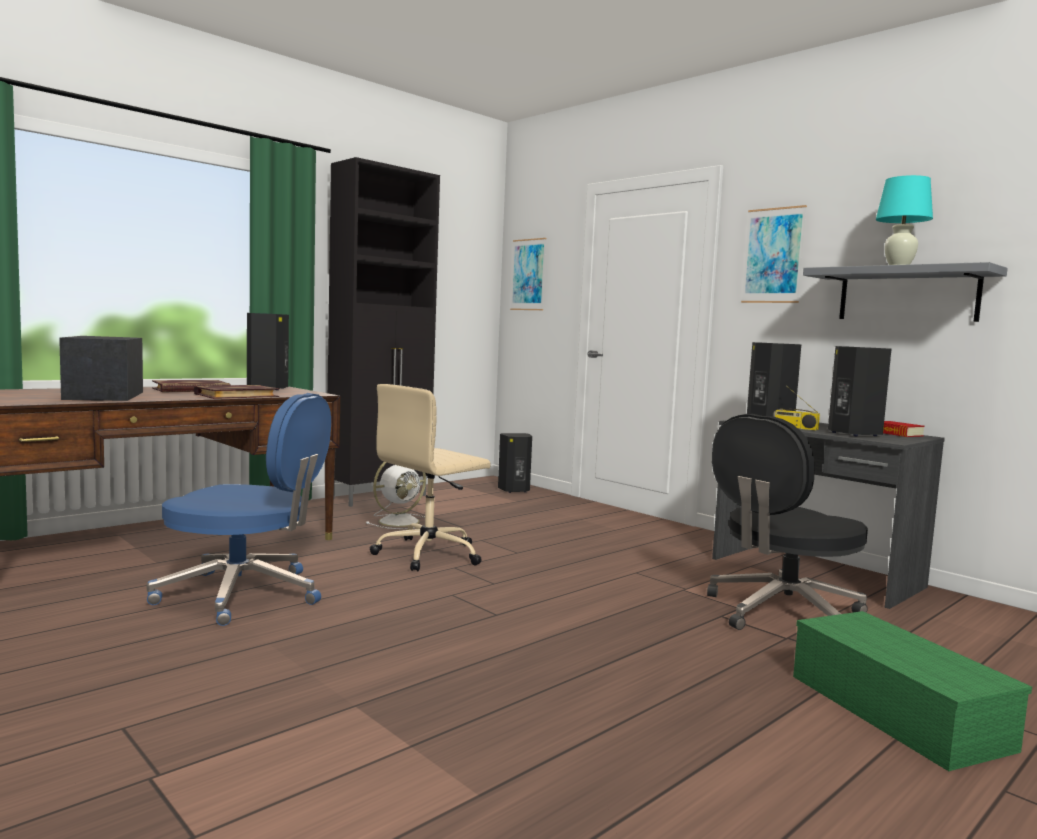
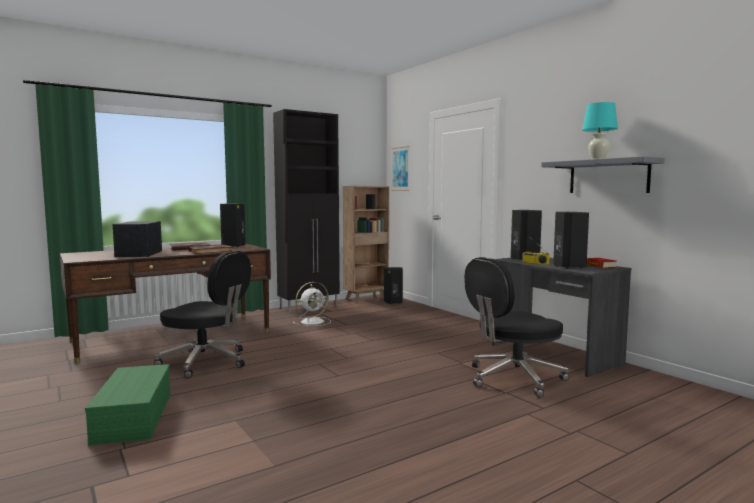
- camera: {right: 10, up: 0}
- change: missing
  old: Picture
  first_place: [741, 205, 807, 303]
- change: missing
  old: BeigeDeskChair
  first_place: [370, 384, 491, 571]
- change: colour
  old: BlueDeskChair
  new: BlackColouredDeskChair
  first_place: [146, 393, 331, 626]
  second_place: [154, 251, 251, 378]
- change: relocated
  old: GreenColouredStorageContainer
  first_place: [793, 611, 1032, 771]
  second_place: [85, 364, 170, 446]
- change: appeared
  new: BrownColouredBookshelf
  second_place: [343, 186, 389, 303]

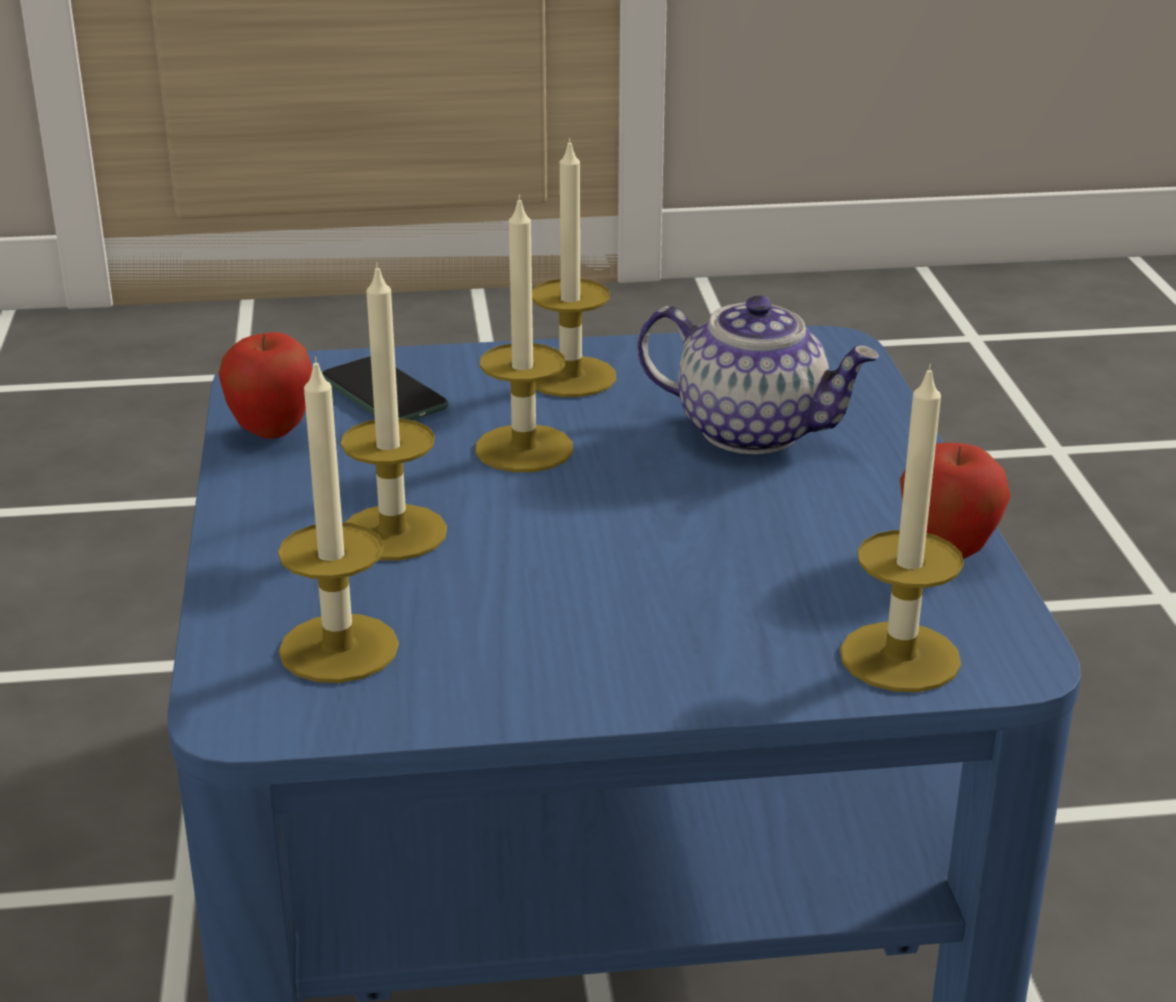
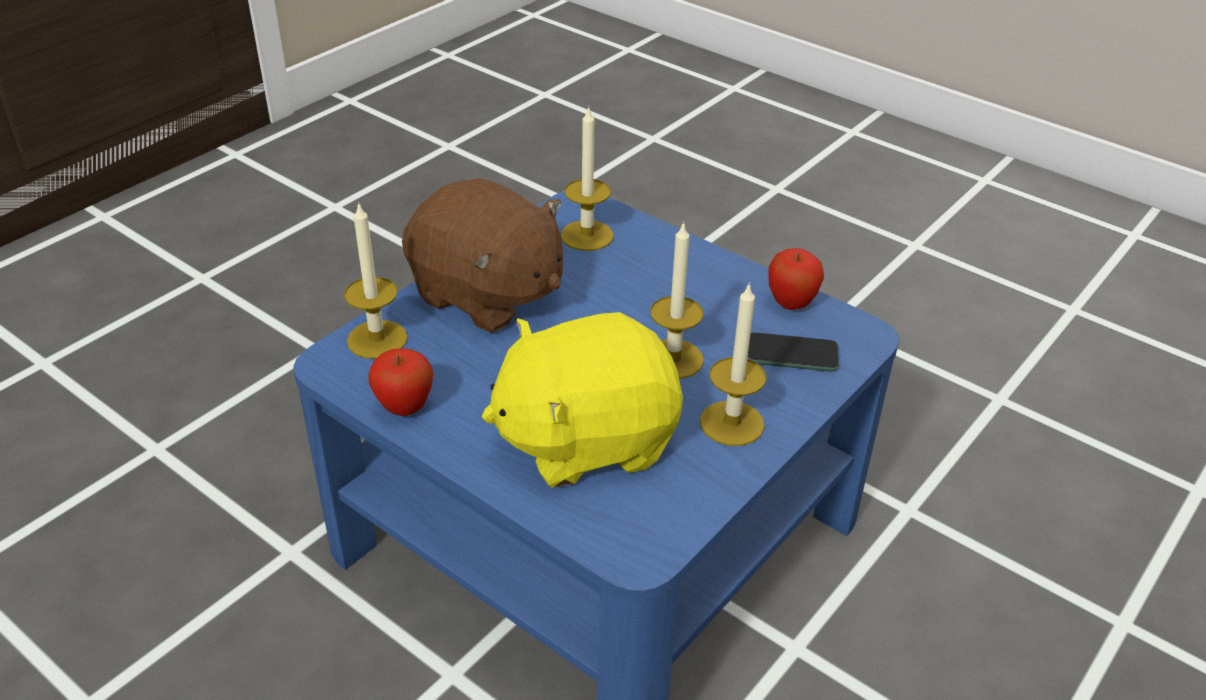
- camera: {right: 135, up: 10}
- change: missing
  old: WaxCandle
  first_place: [341, 262, 447, 561]
- change: exchanged
  old: TeaPot
  new: YellowColouredSoftToy
  first_place: [637, 295, 880, 454]
  second_place: [482, 312, 683, 488]
- change: appeared
  new: BrownColouredSoftToy
  second_place: [402, 178, 563, 333]

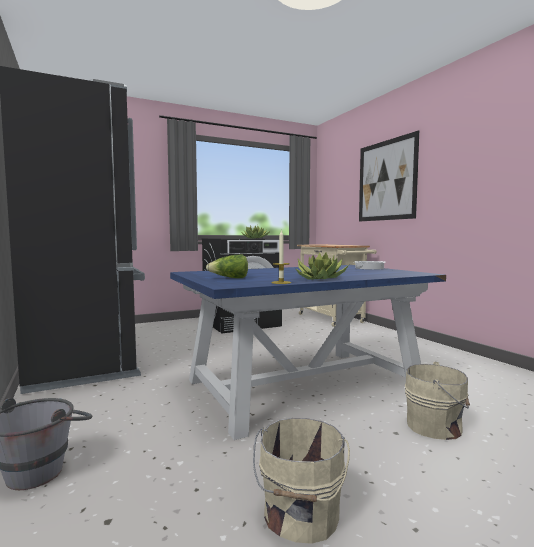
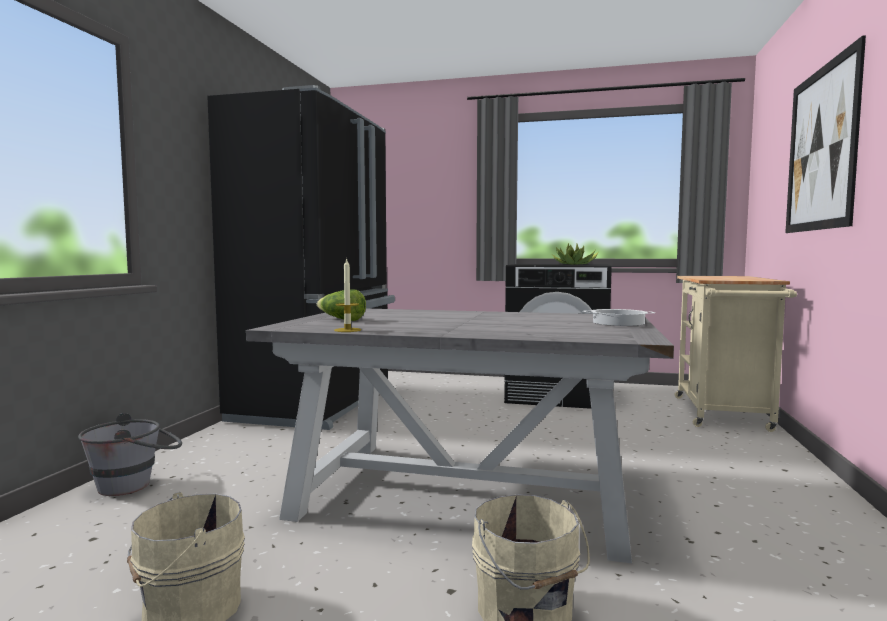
- camera: {right: 40, up: 0}
- change: missing
  old: PlantInAPot
  first_place: [295, 253, 349, 280]
- change: colour
  old: BlueDiningTable
  new: GreyishDiningTable
  first_place: [170, 265, 446, 440]
  second_place: [246, 308, 674, 563]

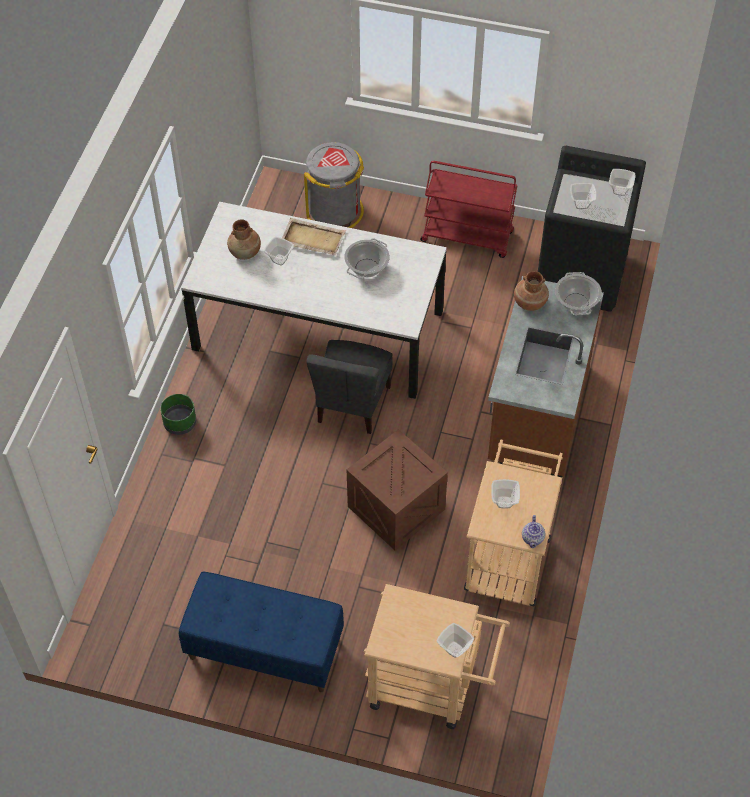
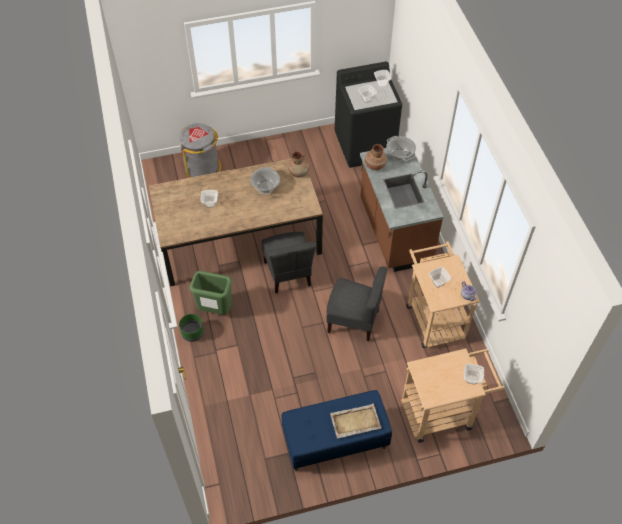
- camera: {right: -30, up: 0}
- change: missing
  old: RedColouredWheeledCart
  first_place: [420, 161, 518, 258]
- change: colour
  old: WhitishDiningTable
  new: BrownColouredDiningTable
  first_place: [181, 202, 447, 399]
  second_place: [149, 158, 323, 287]
- change: relocated
  old: BeigeServingTray
  first_place: [282, 218, 346, 255]
  second_place: [330, 404, 381, 439]
- change: relocated
  old: BrownColouredDecorativeVase
  first_place: [227, 219, 261, 260]
  second_place: [288, 151, 310, 178]
- change: exchanged
  old: PackingCrate
  new: GreyishChair
  first_place: [347, 429, 448, 550]
  second_place: [326, 266, 387, 341]
- change: appeared
  new: GreenColouredRubbishBin
  second_place: [189, 271, 232, 315]

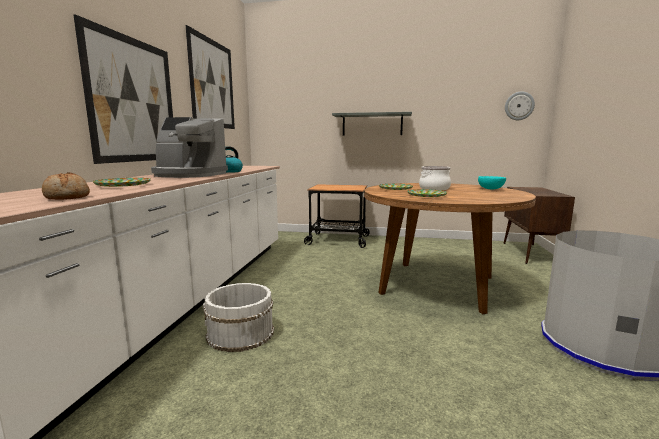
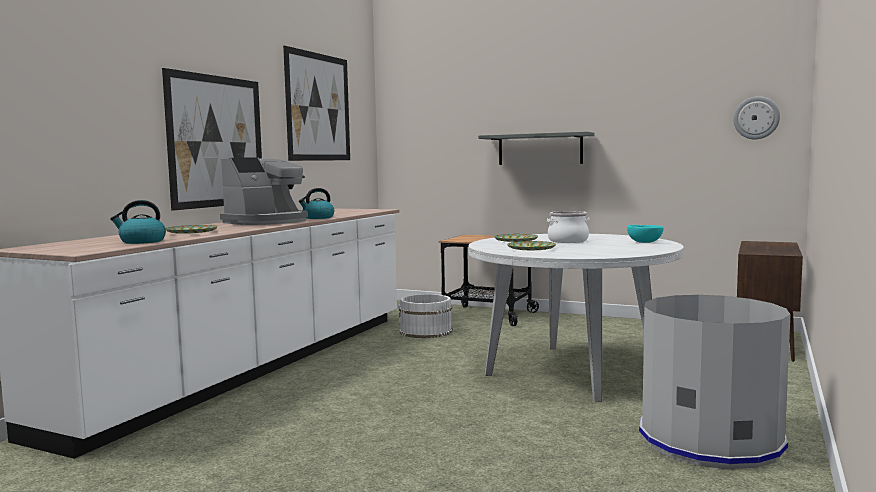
- camera: {right: 15, up: -5}
- change: spun
  old: CoffeeBrewer
  first_place: [151, 117, 228, 178]
  second_place: [220, 157, 308, 225]
  degrees: -75
- change: exchanged
  old: BakedBread
  new: WaterKettle
  first_place: [42, 172, 90, 200]
  second_place: [110, 200, 166, 244]
- change: colour
  old: BrownColouredDiningTable
  new: WhitishDiningTable
  first_place: [364, 183, 536, 314]
  second_place: [469, 234, 684, 402]
- change: relocated
  old: WhitishPail
  first_place: [203, 283, 274, 352]
  second_place: [398, 294, 453, 338]

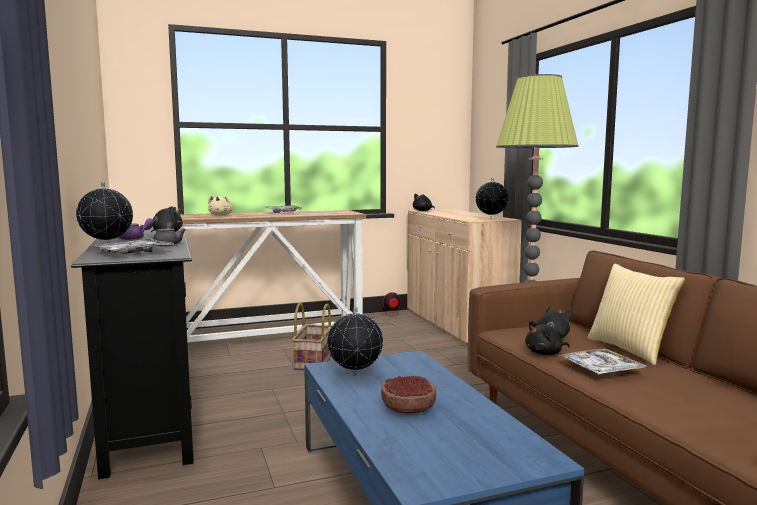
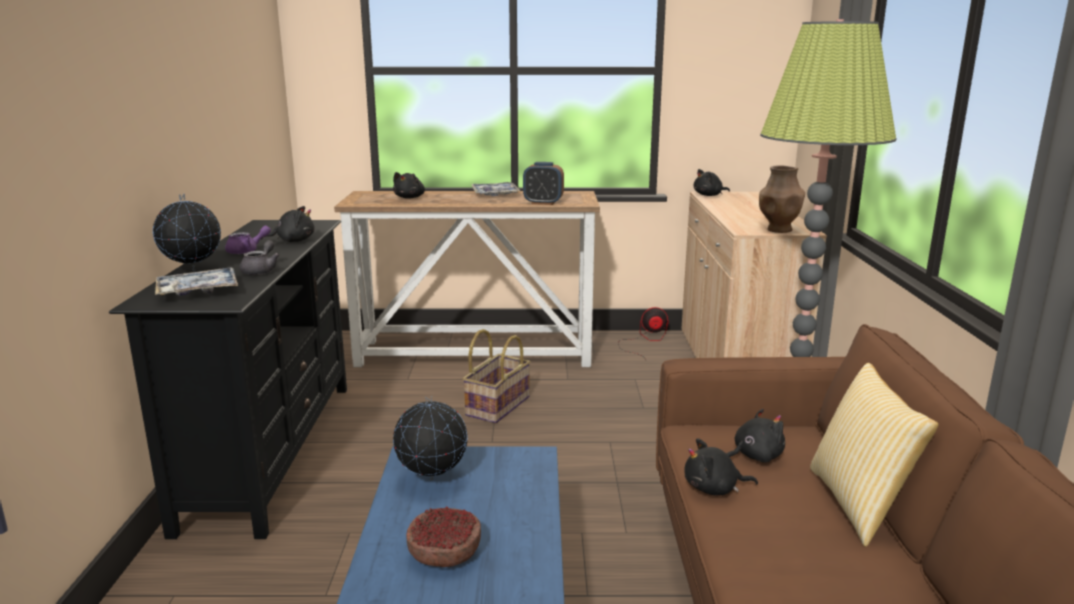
- camera: {right: 20, up: 10}
- change: exchanged
  old: WorldGlobe
  new: BrownColouredDecorativeVase
  first_place: [475, 178, 509, 219]
  second_place: [759, 165, 805, 233]
- change: colour
  old: BeigeSoftToy
  new: BlackColouredSoftToy
  first_place: [208, 195, 233, 216]
  second_place: [393, 172, 425, 199]
- change: missing
  old: ServingTray
  first_place: [559, 348, 646, 374]
- change: appeared
  new: BedsideClock
  second_place: [523, 162, 564, 205]

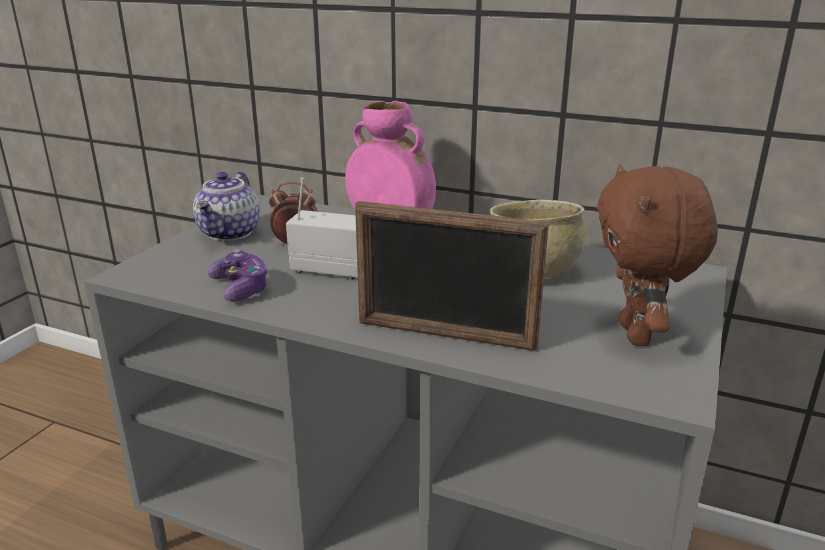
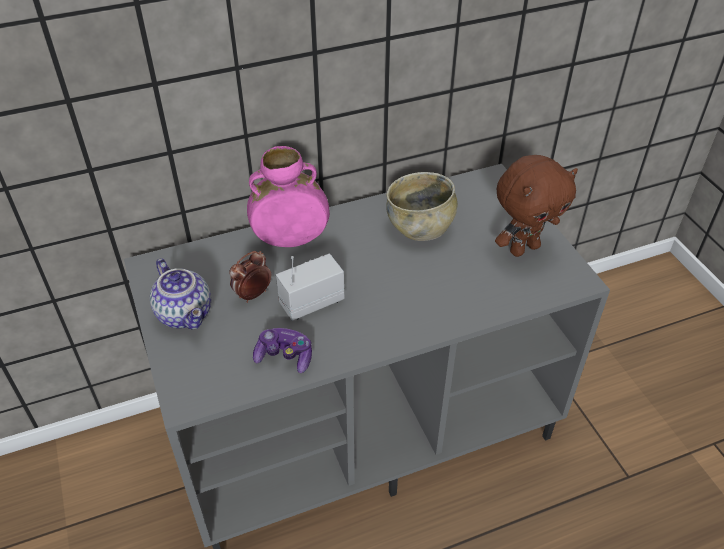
- camera: {right: -45, up: 20}
- change: spun
  old: BrownColouredSoftToy
  first_place: [597, 164, 718, 346]
  second_place: [495, 155, 578, 257]
  degrees: -75
- change: missing
  old: StandingFrame
  first_place: [355, 201, 549, 351]

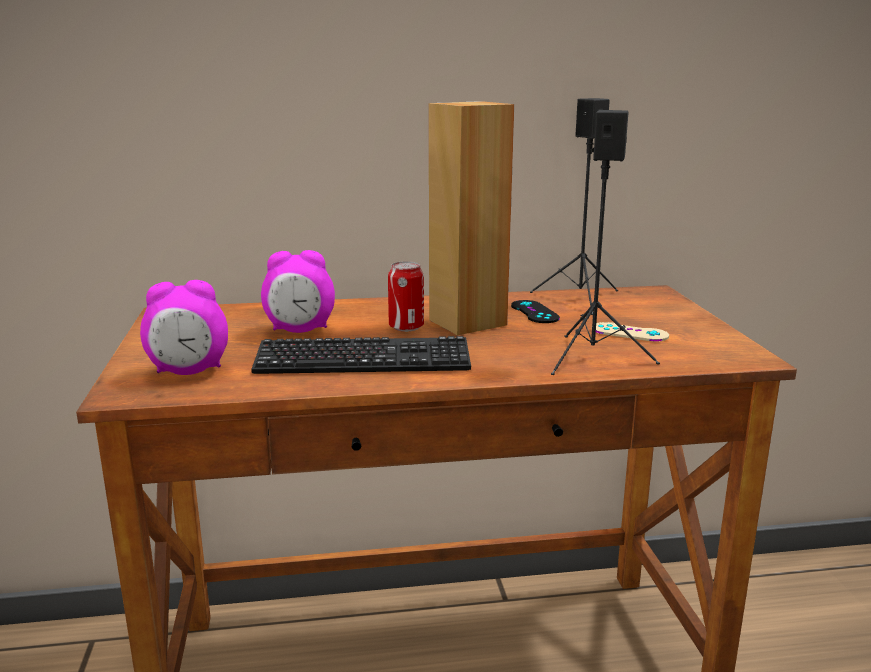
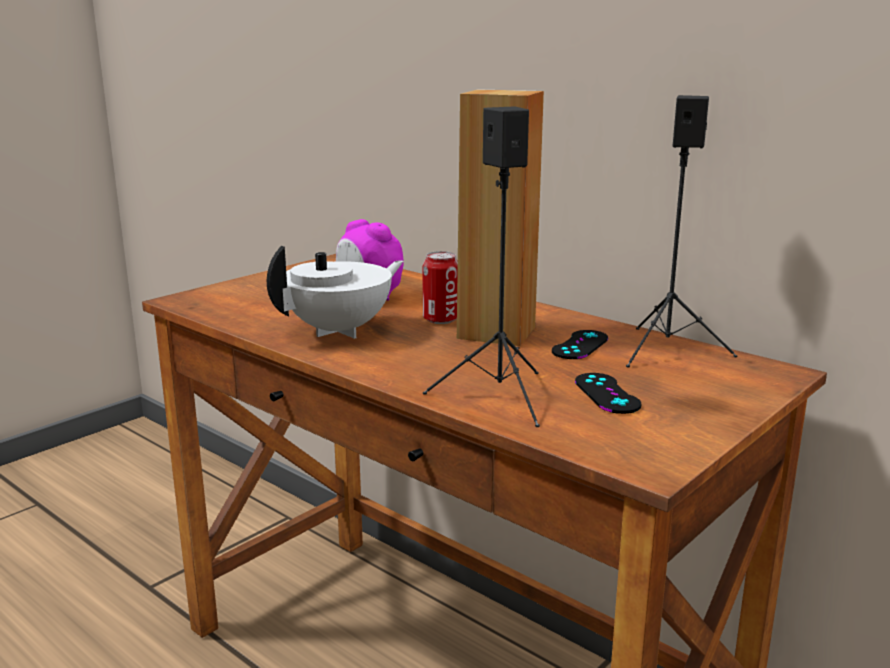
- camera: {right: 50, up: 0}
- change: missing
  old: BedsideClock
  first_place: [140, 280, 228, 375]
- change: colour
  old: BeigeGamepad
  new: BlackColouredGamepad
  first_place: [596, 322, 669, 342]
  second_place: [575, 373, 641, 414]
- change: exchanged
  old: ComputerKeyboard
  new: WhitishTeaPot
  first_place: [251, 336, 471, 374]
  second_place: [267, 246, 403, 339]

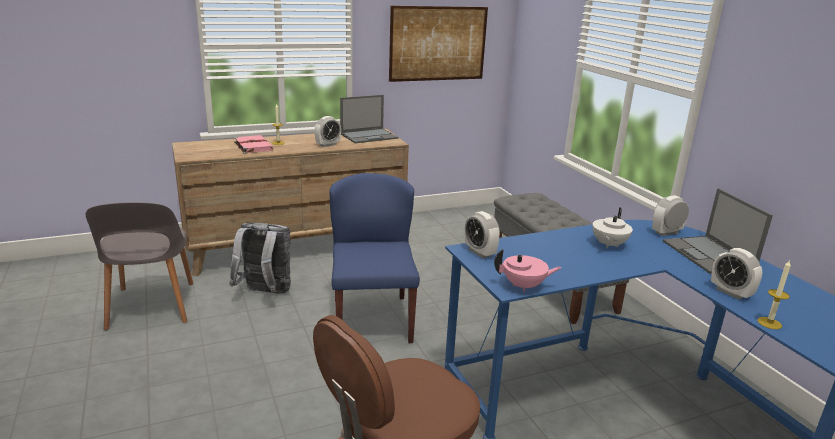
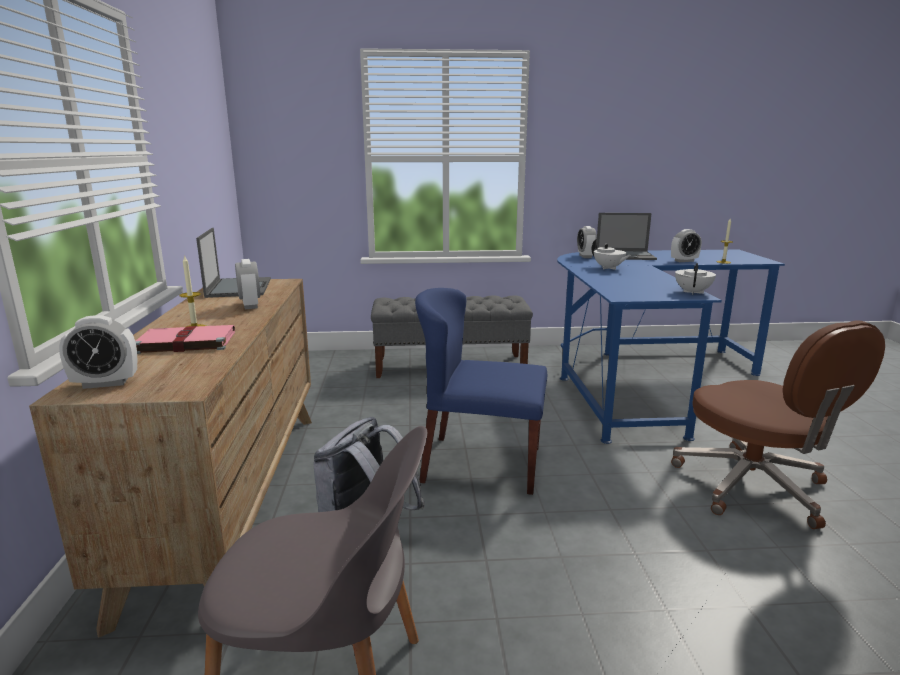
- camera: {right: -70, up: -5}
- change: missing
  old: Picture
  first_place: [389, 6, 488, 82]
- change: relocated
  old: BedsideClock
  first_place: [465, 211, 500, 258]
  second_place: [59, 315, 137, 389]
- change: colour
  old: PinkishTeaPot
  new: WhitishTeaPot
  first_place: [494, 249, 561, 292]
  second_place: [675, 263, 716, 295]

